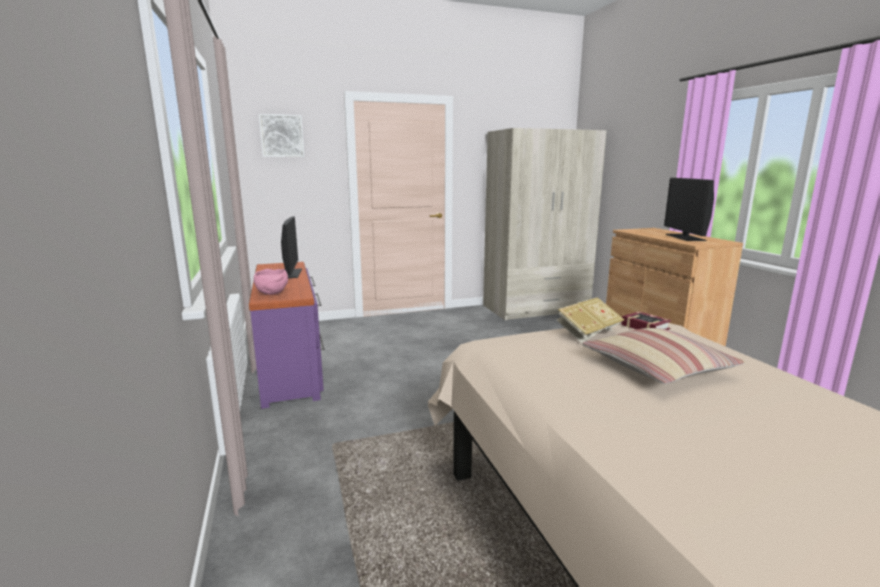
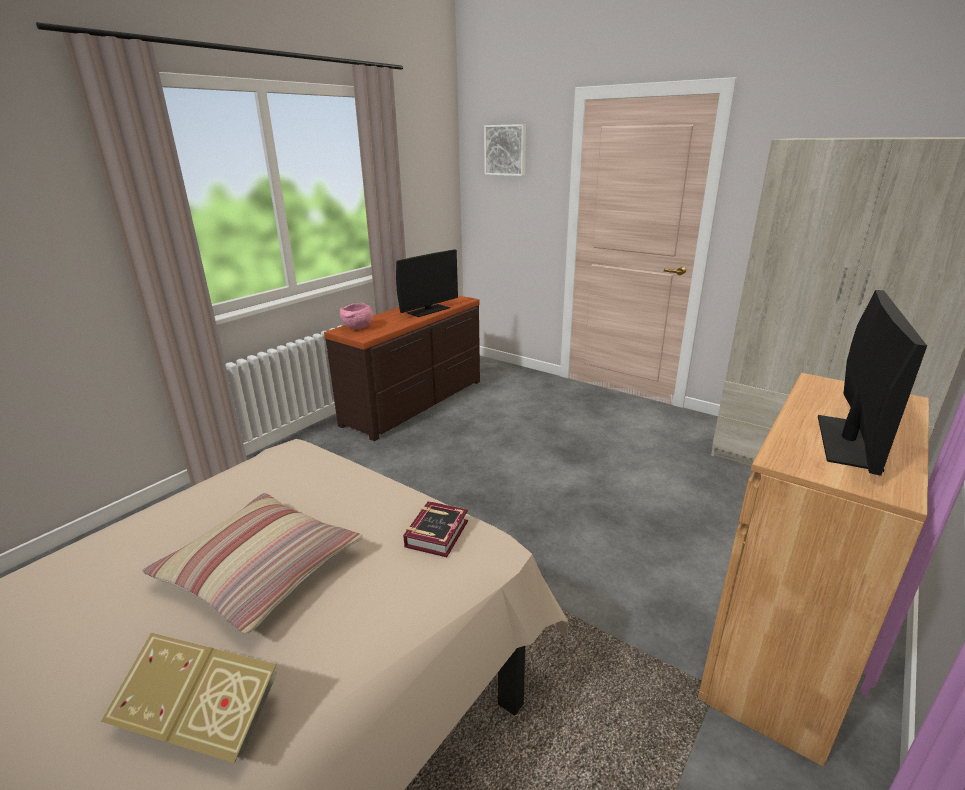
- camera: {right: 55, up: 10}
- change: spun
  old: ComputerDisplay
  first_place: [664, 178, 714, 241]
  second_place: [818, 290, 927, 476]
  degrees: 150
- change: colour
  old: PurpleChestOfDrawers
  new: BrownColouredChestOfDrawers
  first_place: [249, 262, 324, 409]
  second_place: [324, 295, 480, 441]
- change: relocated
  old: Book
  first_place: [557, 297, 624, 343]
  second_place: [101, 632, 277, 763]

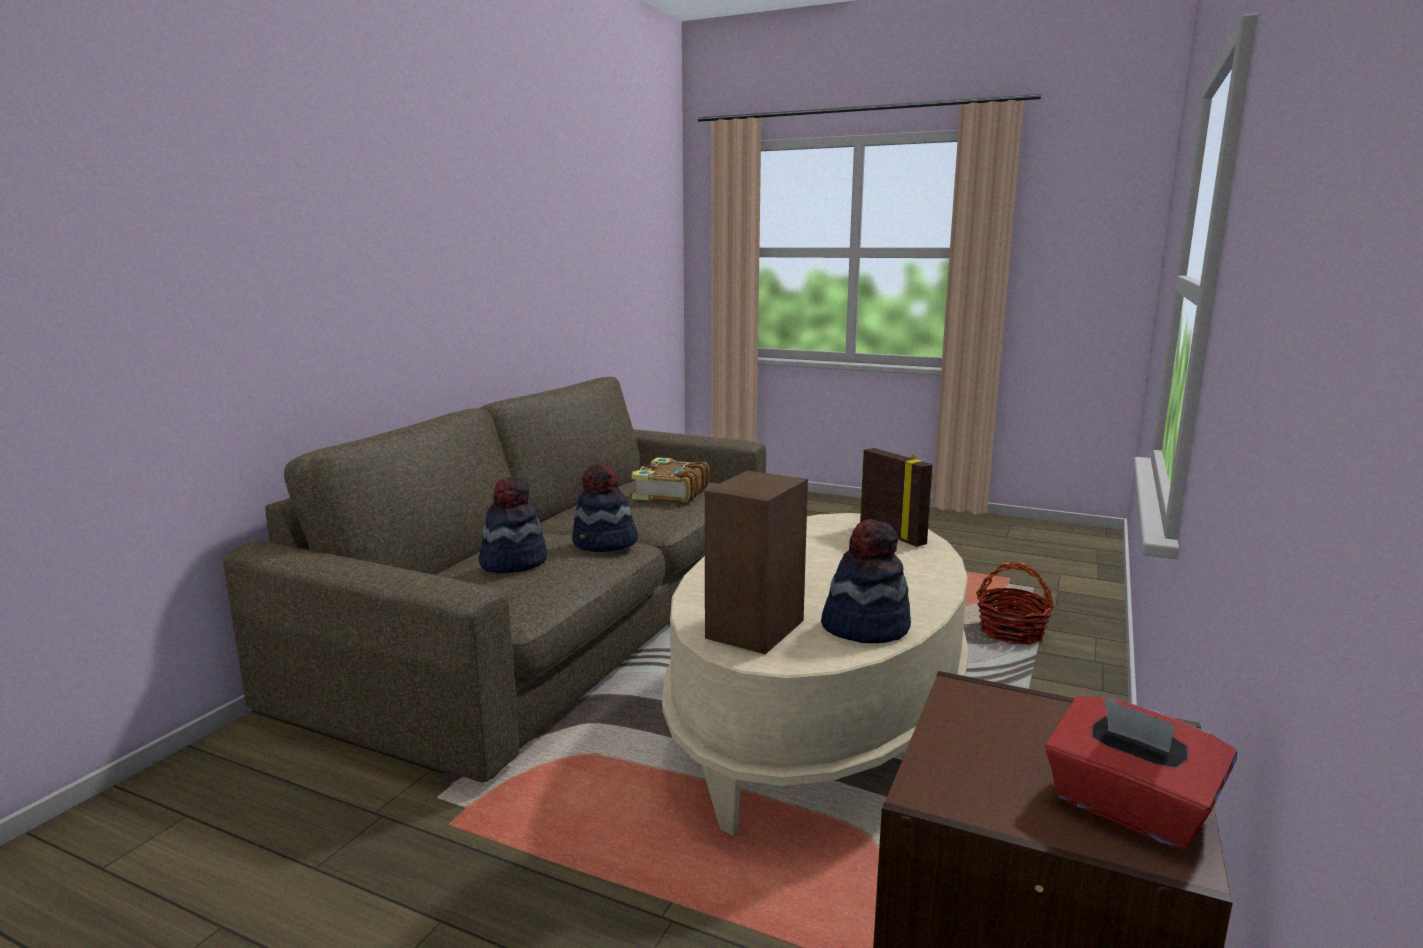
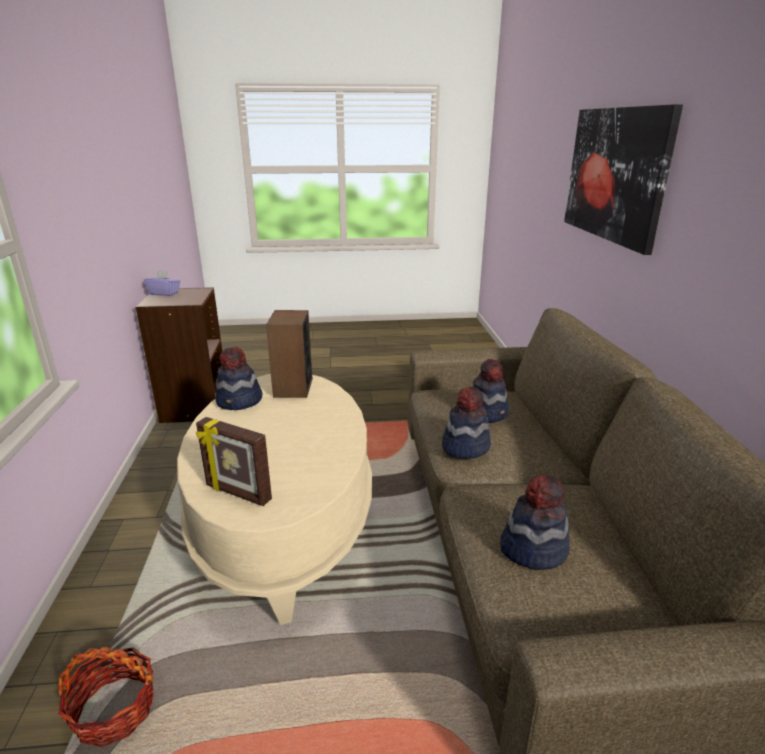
- camera: {right: 150, up: 10}
- change: exchanged
  old: Book
  new: ClothingHat
  first_place: [631, 457, 709, 503]
  second_place: [500, 475, 569, 570]
- change: colour
  old: RedColouredBoxOfTissues
  new: PurpleBoxOfTissues
  first_place: [1045, 696, 1237, 850]
  second_place: [144, 270, 180, 296]
- change: appeared
  new: Picture
  second_place: [564, 104, 683, 255]

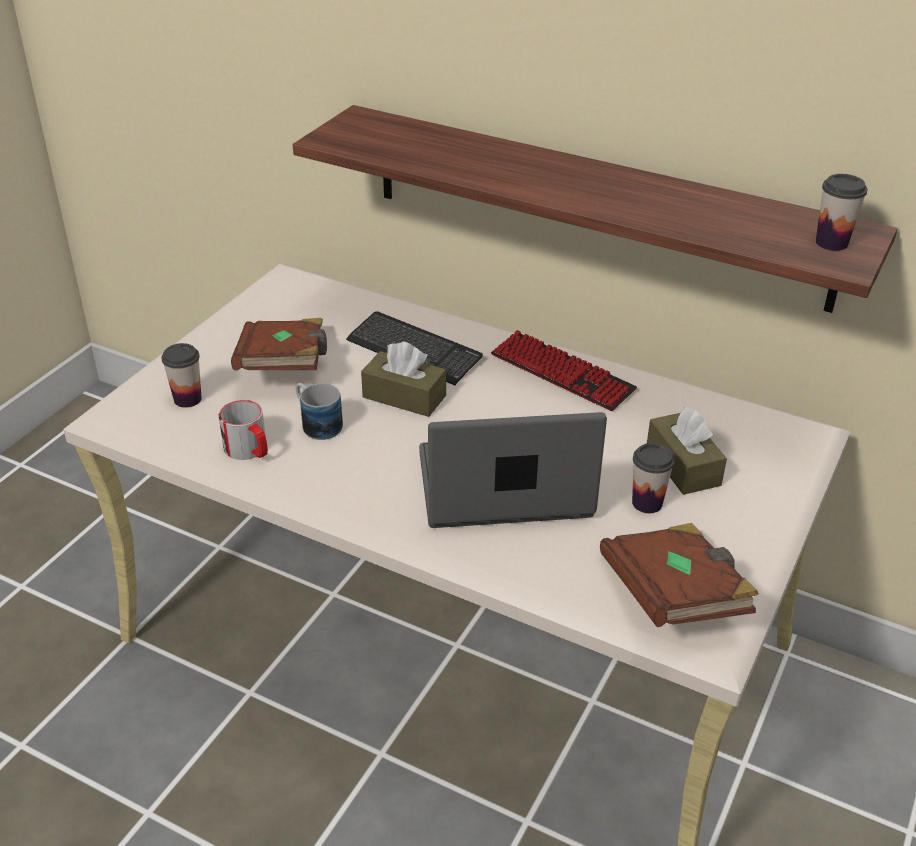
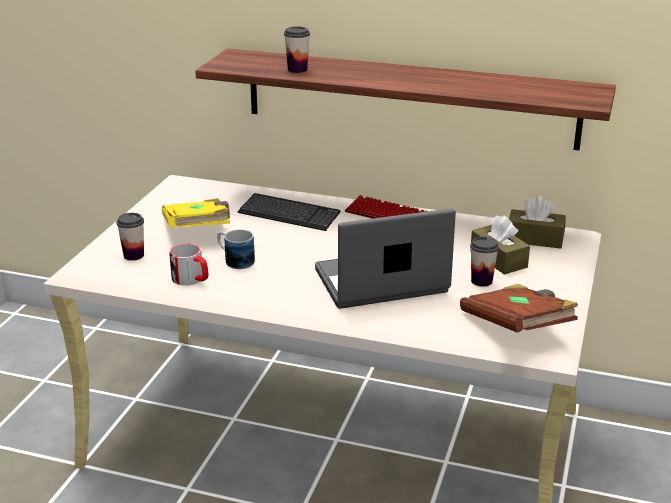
- camera: {right: -10, up: -10}
- change: relocated
  old: SmallCup
  first_place: [816, 174, 868, 251]
  second_place: [284, 26, 310, 73]
- change: colour
  old: BrownColouredBook
  new: YellowColouredBook
  first_place: [231, 318, 327, 371]
  second_place: [162, 198, 230, 228]
- change: relocated
  old: BrownColouredBoxOfTissues
  first_place: [361, 342, 446, 417]
  second_place: [509, 196, 566, 249]

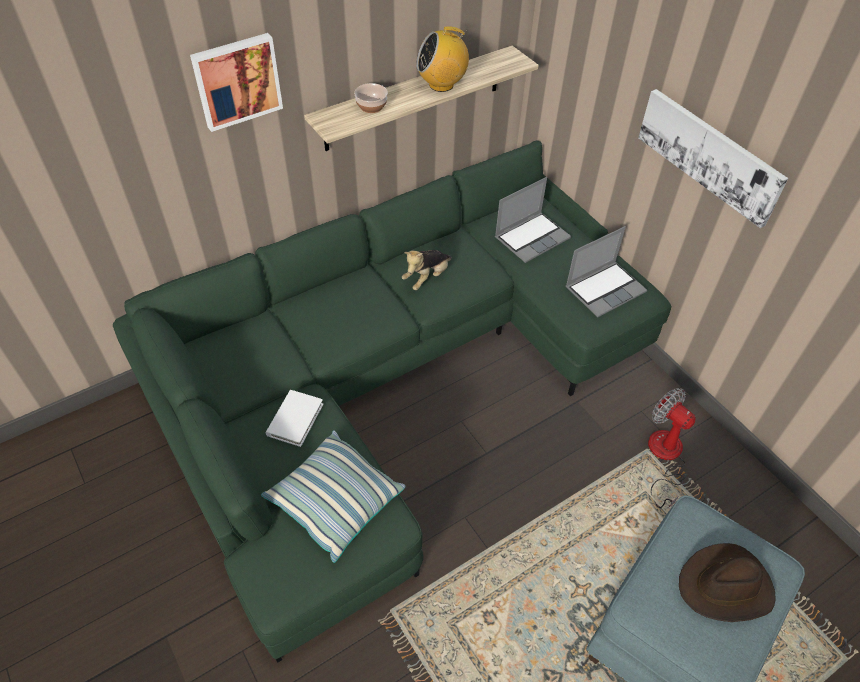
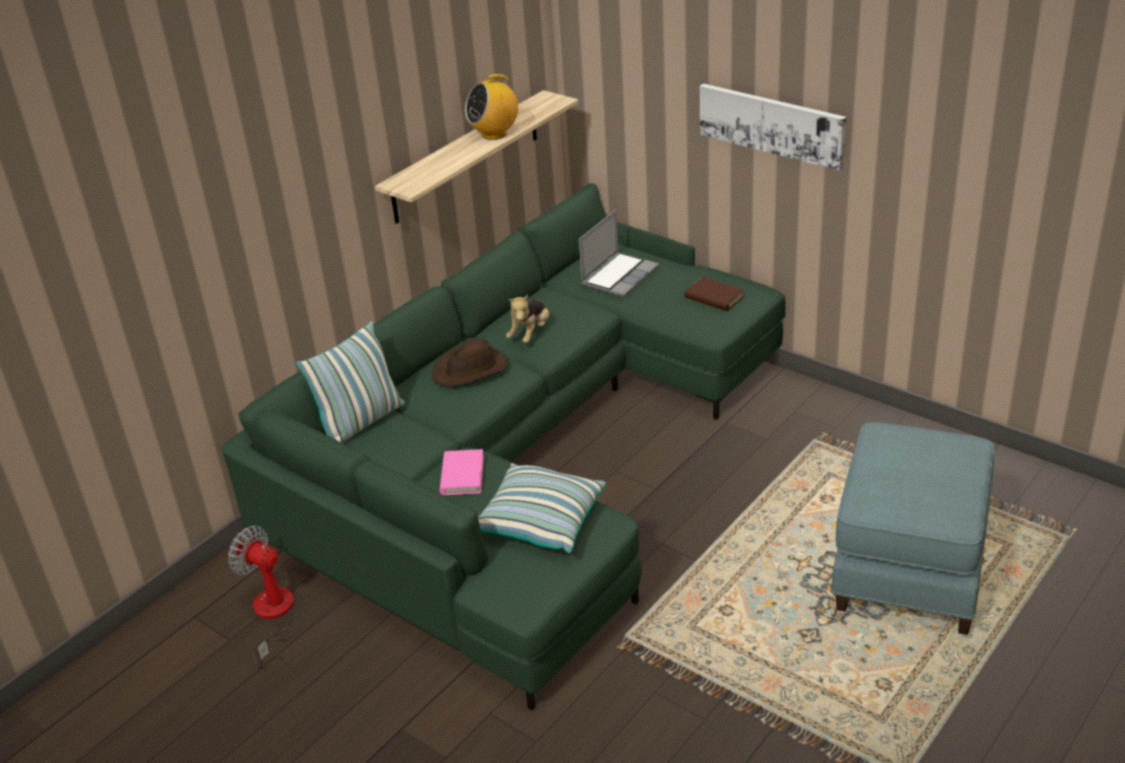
- camera: {right: -15, up: -15}
- change: missing
  old: Picture
  first_place: [190, 33, 283, 132]
- change: missing
  old: Bowl
  first_place: [354, 83, 388, 113]
- change: exchanged
  old: Laptop
  new: BrownColouredBook
  first_place: [566, 226, 647, 317]
  second_place: [685, 277, 745, 311]
- change: relocated
  old: Fan
  first_place: [648, 388, 696, 508]
  second_place: [228, 526, 297, 668]
- change: colour
  old: WhitishBook
  new: PinkishBook
  first_place: [266, 390, 323, 447]
  second_place: [440, 449, 484, 495]
- change: relocated
  old: BrownColouredClothingHat
  first_place: [679, 543, 776, 622]
  second_place: [432, 338, 509, 387]
- change: appeared
  new: Cushion
  second_place: [296, 321, 405, 443]

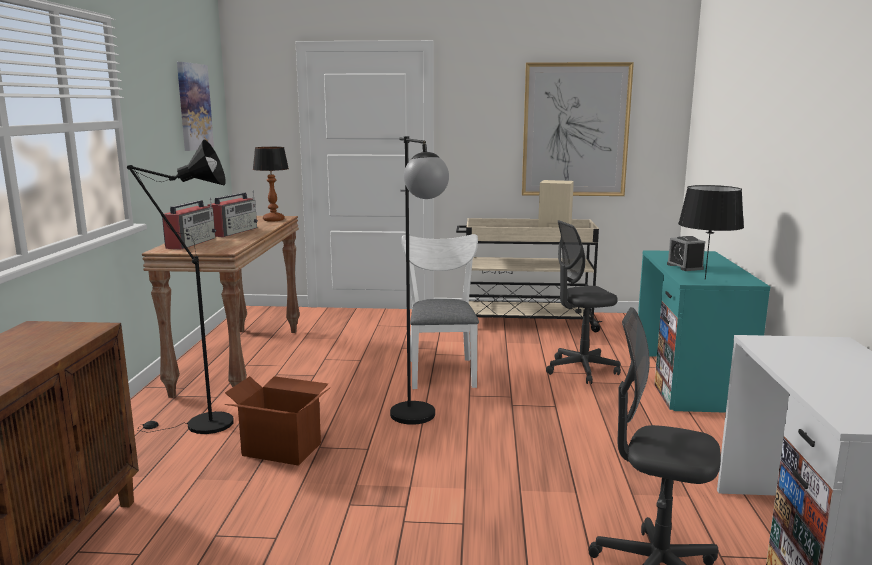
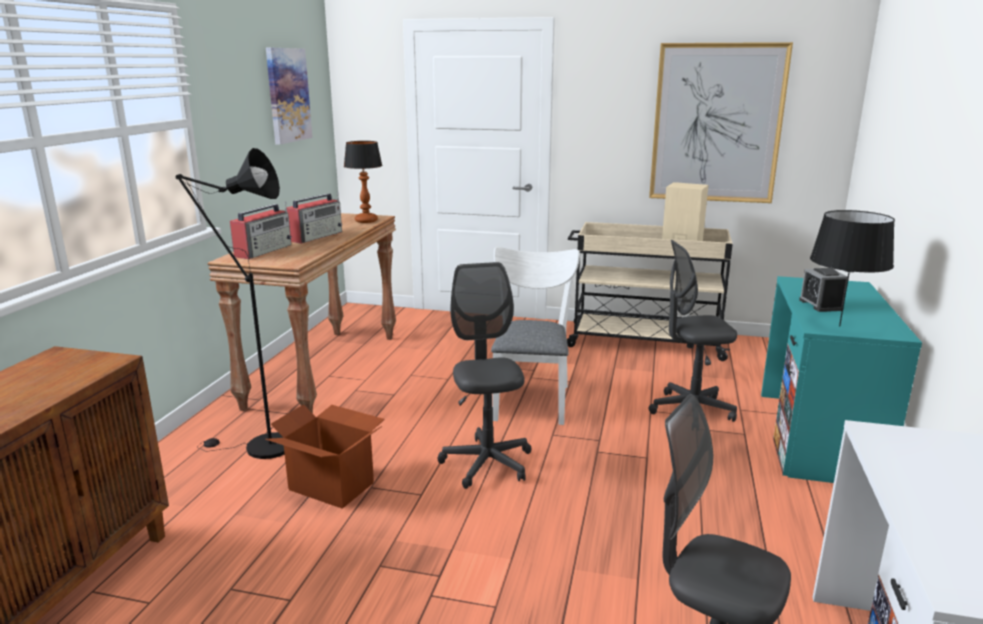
- camera: {right: 10, up: 5}
- change: exchanged
  old: BlackColouredFloorLamp
  new: GreyishDeskChair
  first_place: [390, 136, 449, 425]
  second_place: [438, 262, 532, 489]

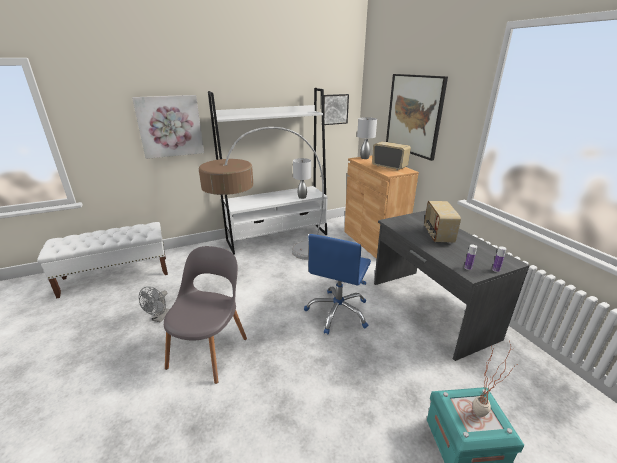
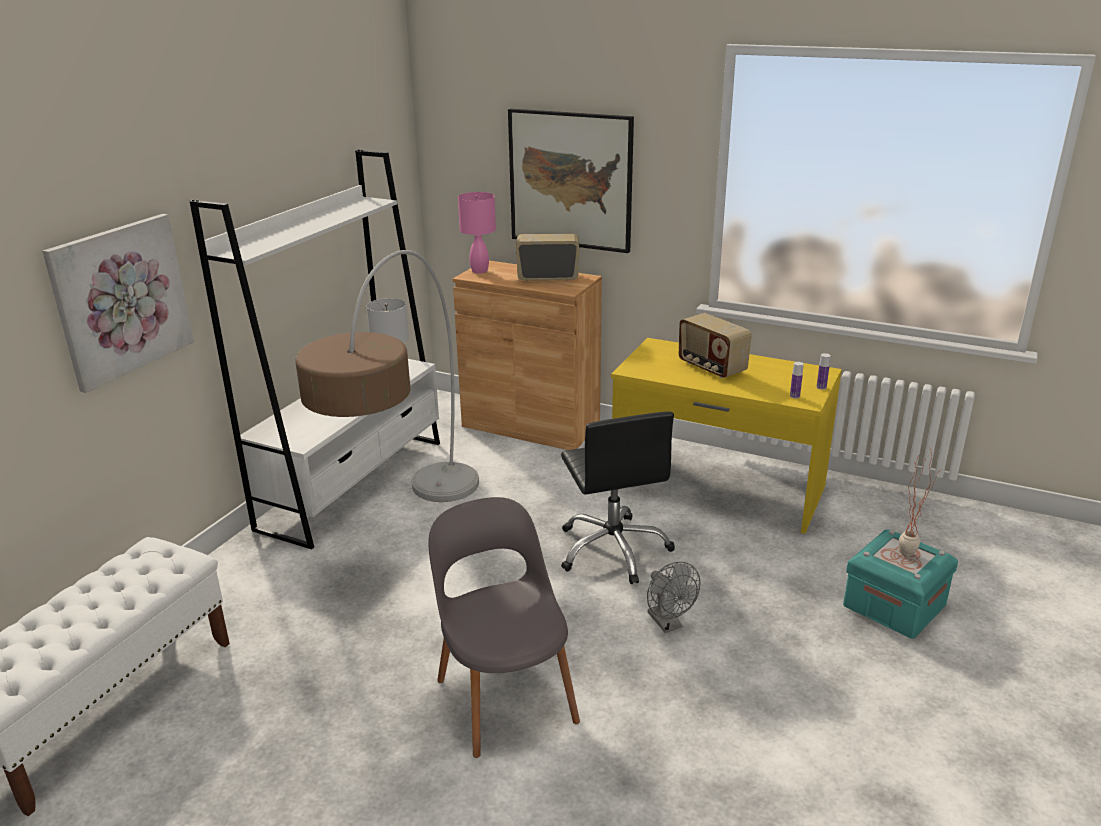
- camera: {right: -40, up: 0}
- change: missing
  old: Picture
  first_place: [324, 94, 349, 125]
- change: colour
  old: GreyishTableLamp
  new: PinkishTableLamp
  first_place: [357, 117, 377, 159]
  second_place: [458, 192, 496, 274]
- change: colour
  old: GreyishDesk
  new: YellowColouredDesk
  first_place: [374, 211, 530, 361]
  second_place: [611, 338, 842, 534]
- change: colour
  old: BlueDeskChair
  new: BlackColouredDeskChair
  first_place: [304, 234, 371, 334]
  second_place: [561, 412, 675, 584]
- change: relocated
  old: GreyishFan
  first_place: [139, 287, 170, 322]
  second_place: [647, 562, 700, 633]

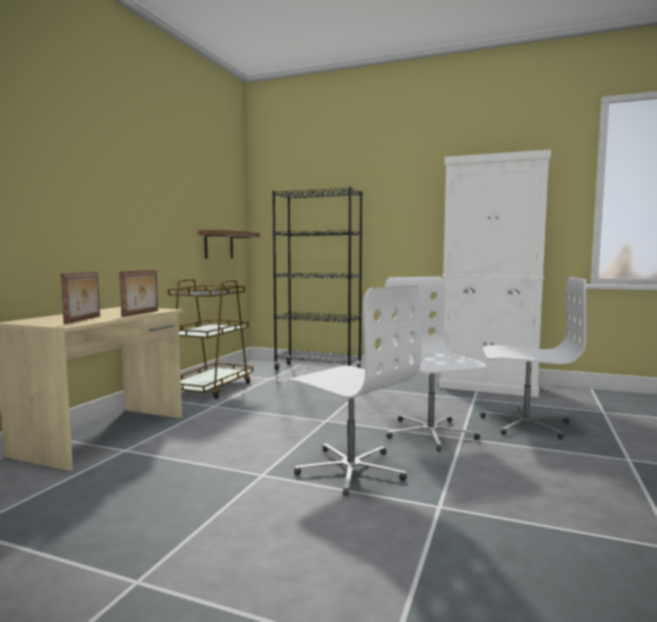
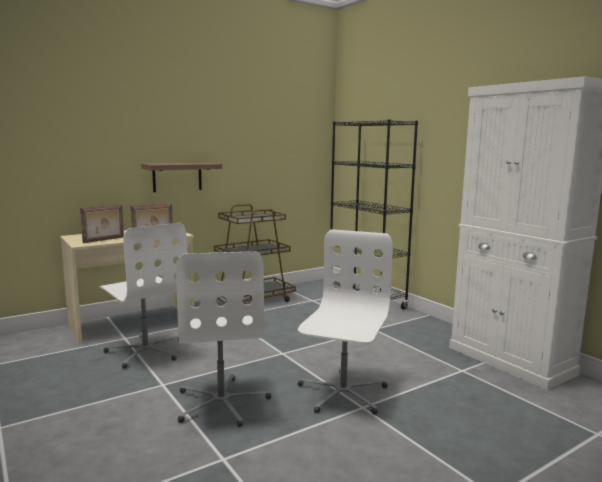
- camera: {right: 35, up: 5}
- change: relocated
  old: BracketShelf
  first_place: [198, 230, 260, 259]
  second_place: [141, 163, 222, 192]
- change: relocated
  old: WhitishDeskChair
  first_place: [480, 277, 587, 440]
  second_place: [99, 223, 188, 368]

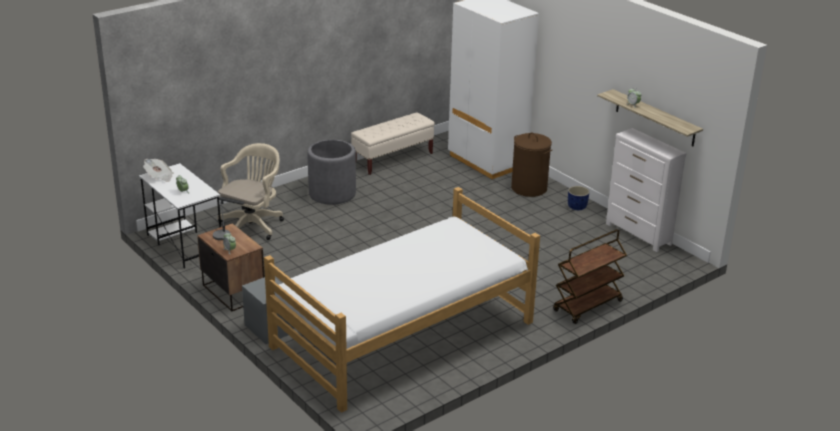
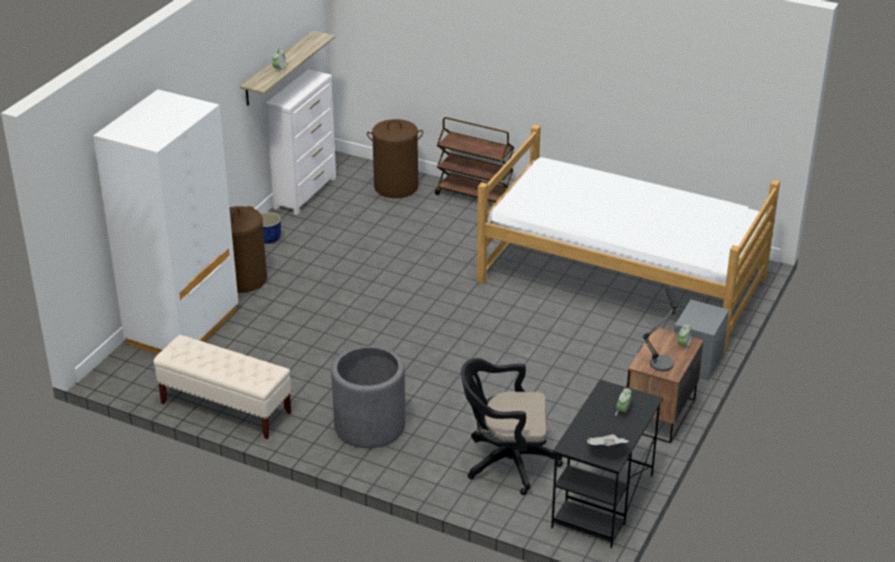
- camera: {right: -115, up: 5}
- change: colour
  old: BeigeDeskChair
  new: BlackColouredDeskChair
  first_place: [217, 143, 284, 240]
  second_place: [461, 358, 563, 495]
- change: colour
  old: WhitishDesk
  new: BlackColouredDesk
  first_place: [139, 163, 221, 269]
  second_place: [551, 380, 663, 548]
- change: appeared
  new: BrownColouredLaundryBasket
  second_place: [367, 119, 423, 198]

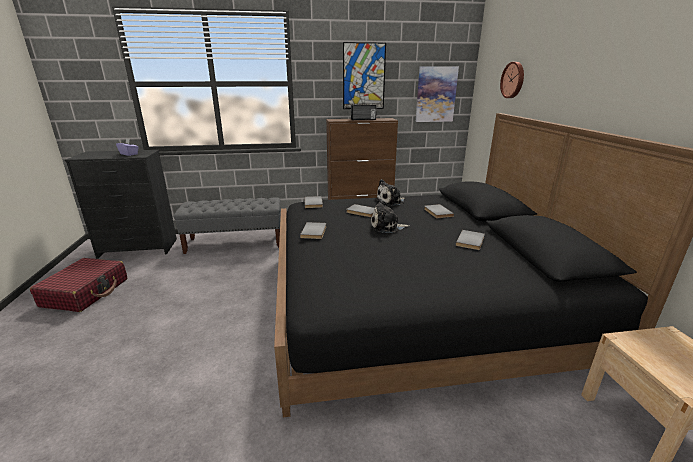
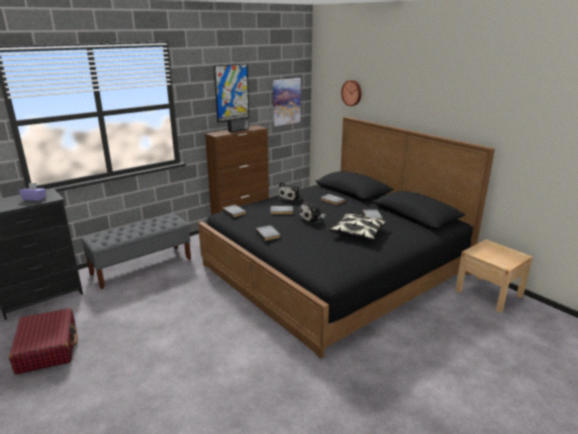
- camera: {right: -30, up: 0}
- change: appeared
  new: Cushion
  second_place: [329, 214, 387, 240]

